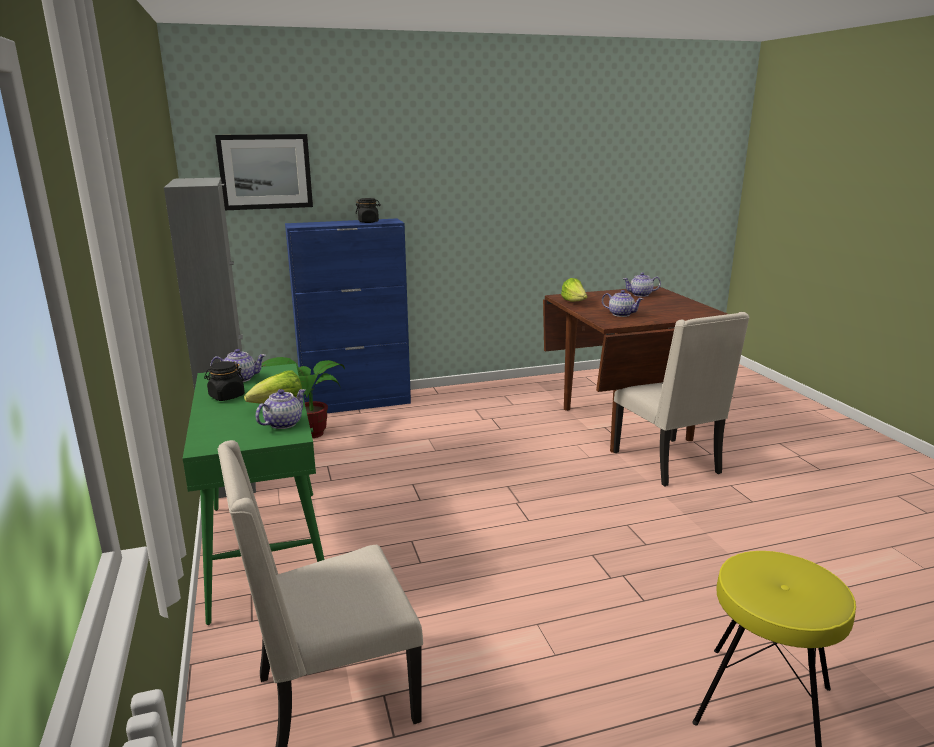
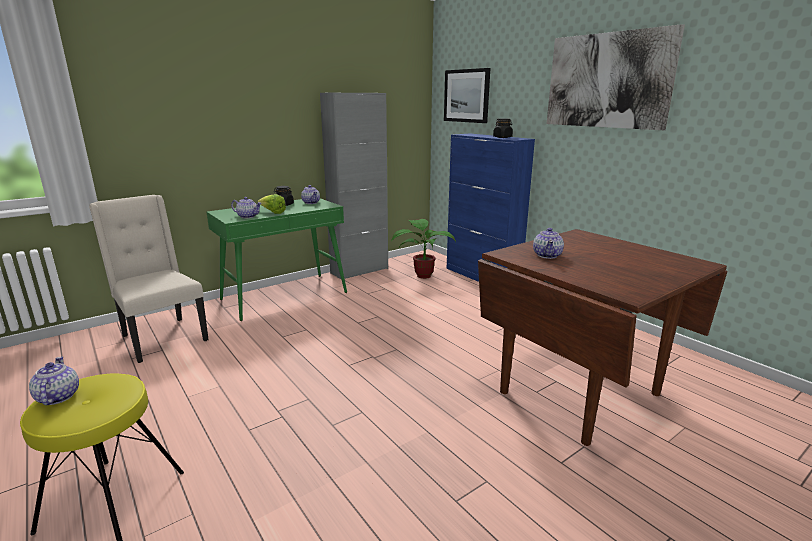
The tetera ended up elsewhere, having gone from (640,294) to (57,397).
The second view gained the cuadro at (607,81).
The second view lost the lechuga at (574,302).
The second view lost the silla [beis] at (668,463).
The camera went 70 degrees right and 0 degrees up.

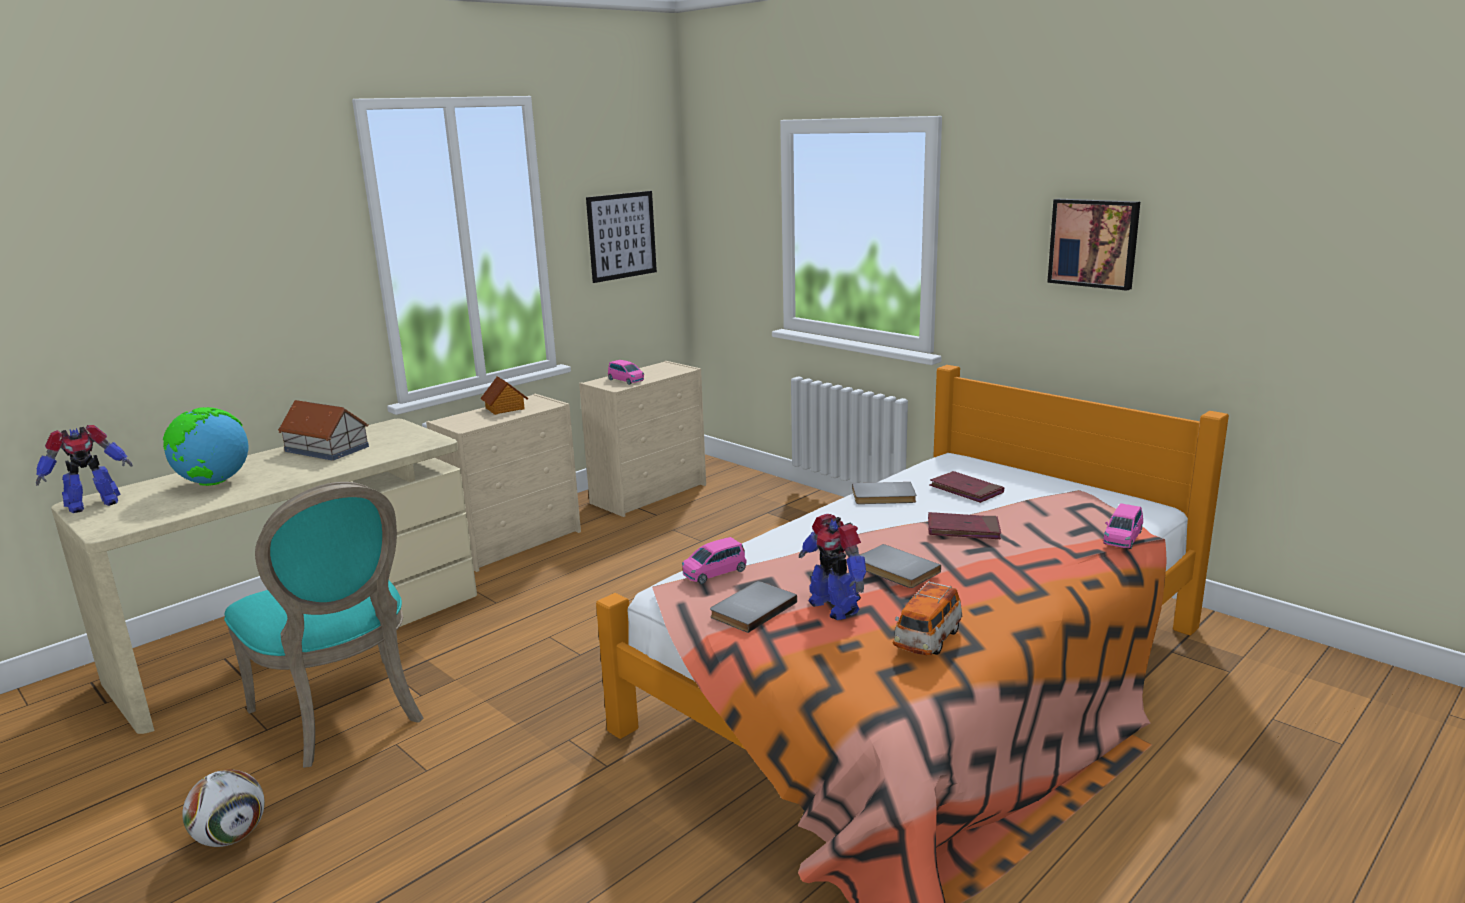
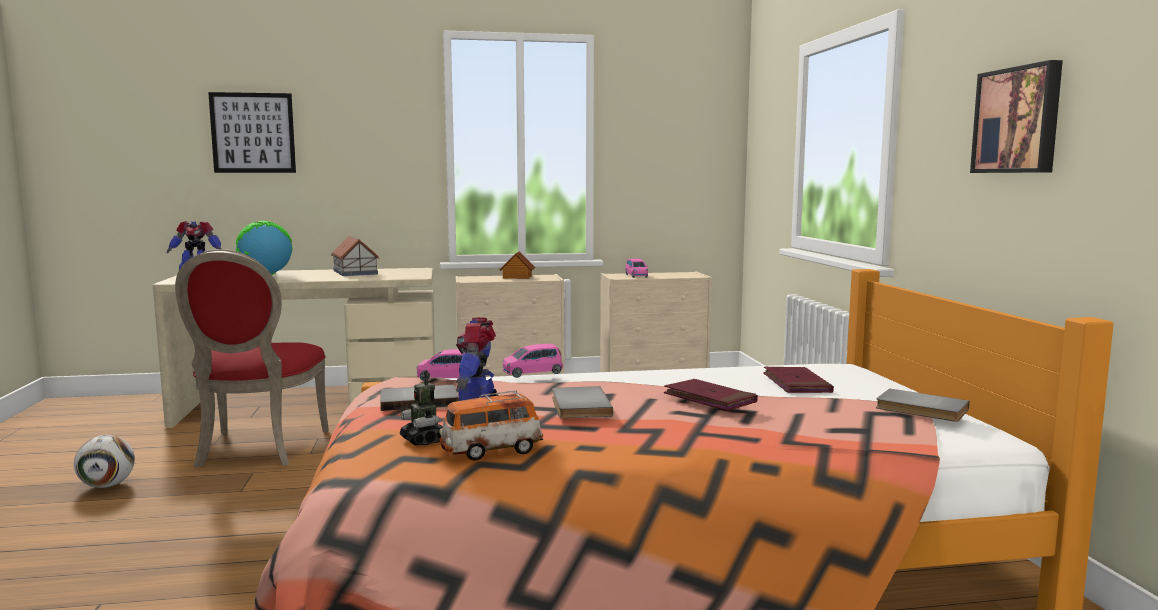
What was the silla [turquesa] at (344,715) turned into the silla [rojo] at (257,450).
The cuadro ended up elsewhere, having gone from (622,236) to (253,133).
The second view gained the robot de juguete at (424,440).
The coche de juguete [rosa] ended up elsewhere, having gone from (1122,538) to (532,373).
The libro [gris] ended up elsewhere, having gone from (884,496) to (921,409).
The camera went 35 degrees right and 10 degrees down.

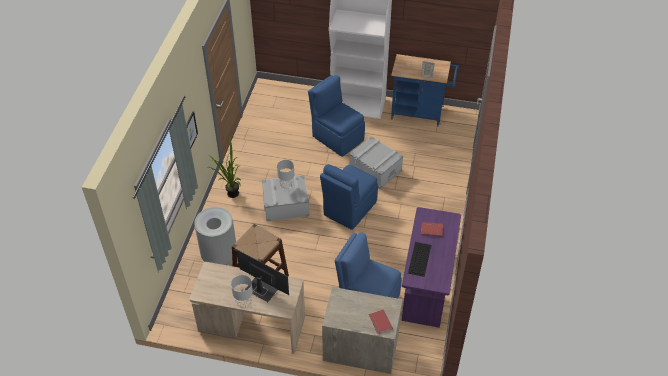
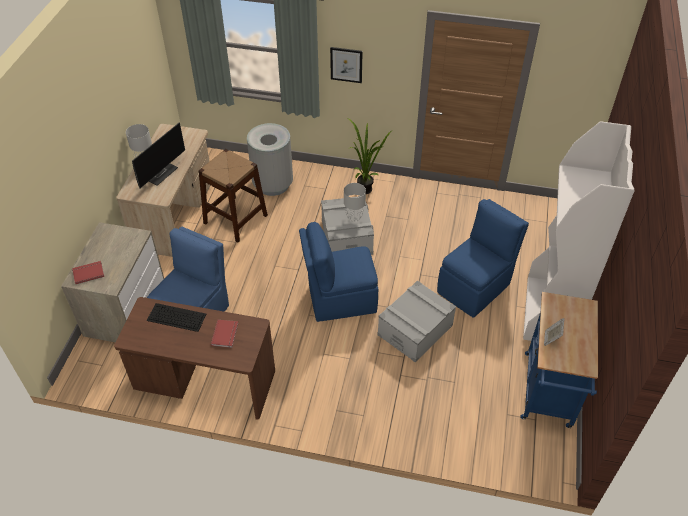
What was the escritorio [morado] at (427,285) turned into the escritorio [marrón] at (204,382).
The silla [azul] at (349,209) ended up facing another way, 45 degrees counterclockwise from before.
The camera went 90 degrees right and 0 degrees up.

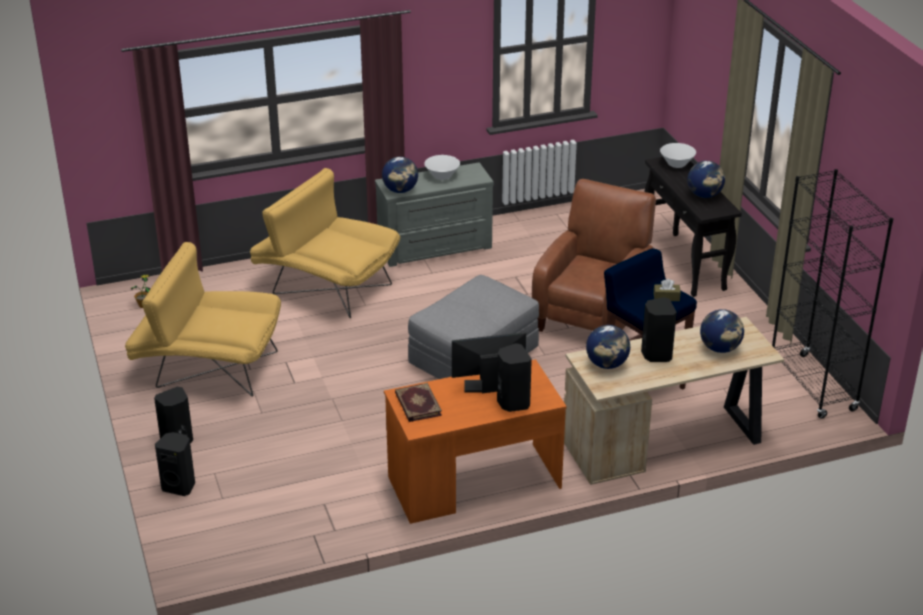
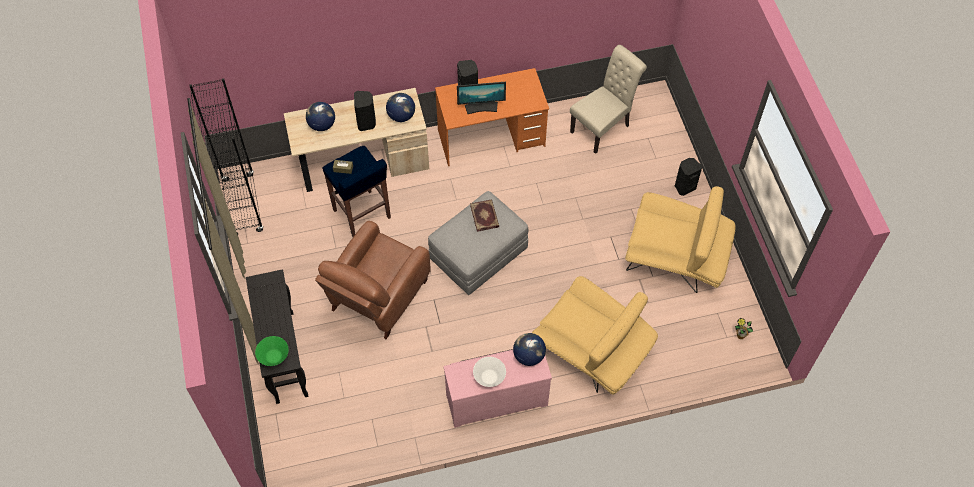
What was the cuenco [blanco] at (676,164) turned into the cuenco [verde] at (274,357).
What was the cómoda [gris] at (436,248) turned into the cómoda [rosa] at (496,398).
The libro ended up elsewhere, having gone from (417,404) to (485,216).
The second view gained the silla [beis] at (603,127).
The second view lost the altavoz [negro] at (179,486).
The second view lost the globo terráqueo at (704,195).
The camera went 175 degrees left and 25 degrees up.

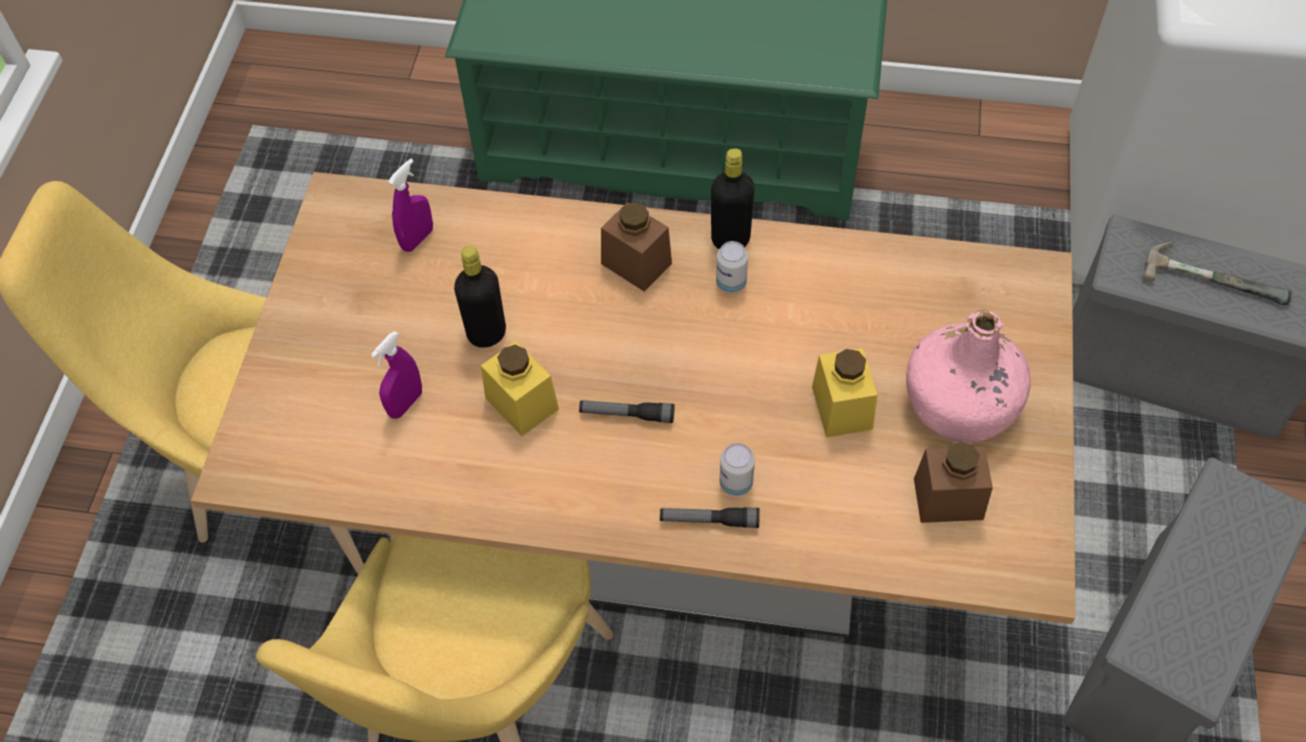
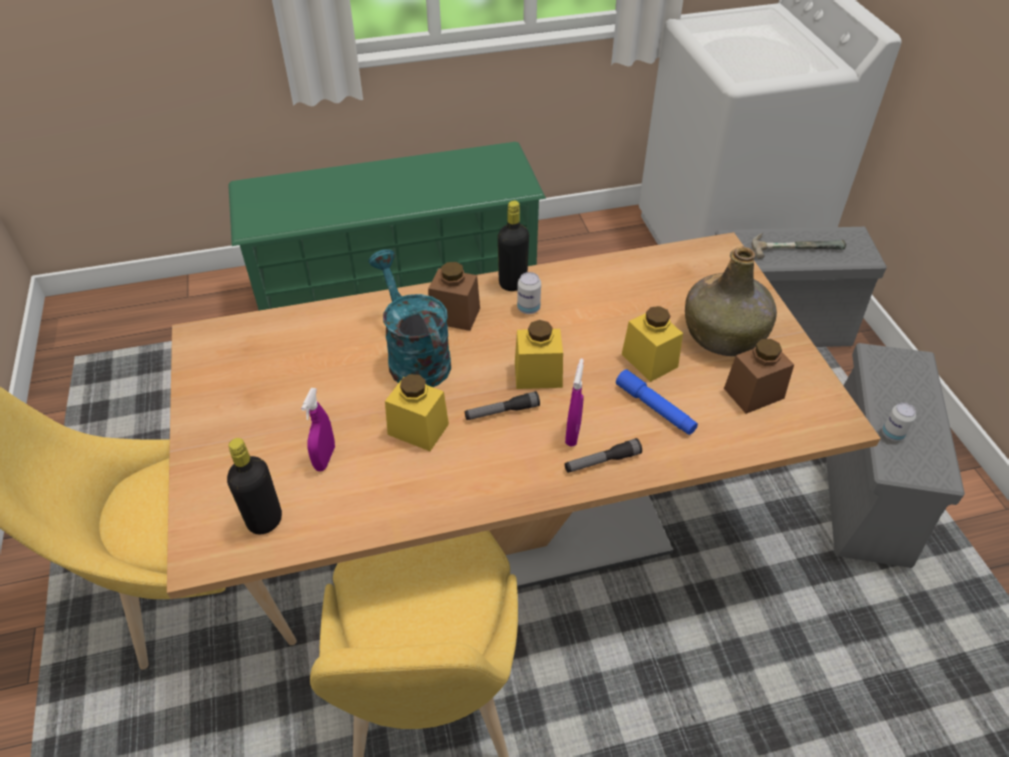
The botella [negro] ended up elsewhere, having gone from (486,333) to (265,520).
The second view gained the regadera [turquesa] at (414,356).
The second view gained the tarro [amarillo] at (538,374).
The pulverizador [morado] ended up elsewhere, having gone from (417,239) to (573,433).
The second view gained the linterna [azul] at (655,408).
What was the botella [rosa] at (961,403) turned into the botella [verde] at (724,334).
The lata ended up elsewhere, having gone from (736,483) to (892,434).
The camera went 25 degrees left and 10 degrees down.

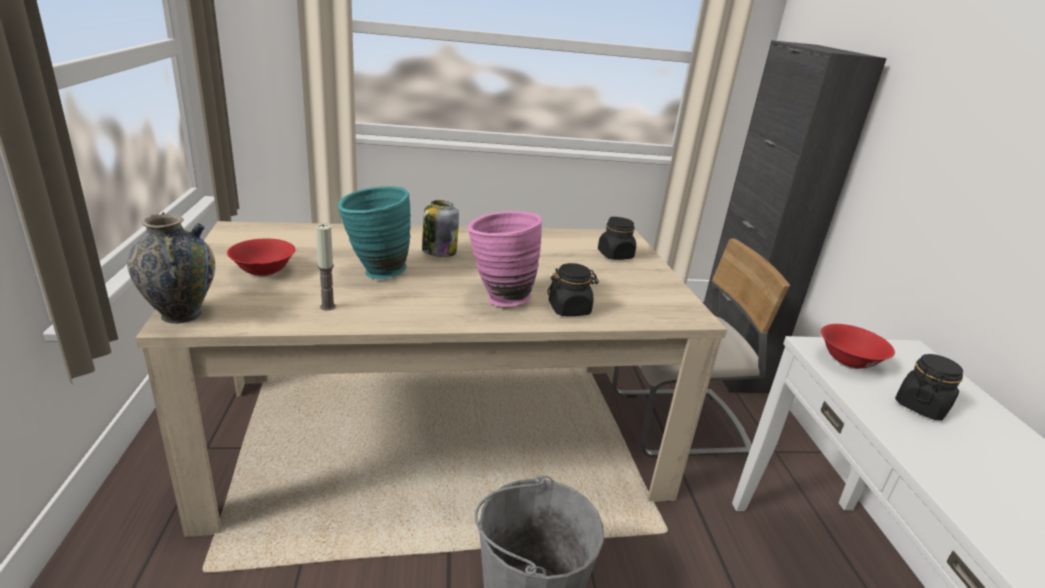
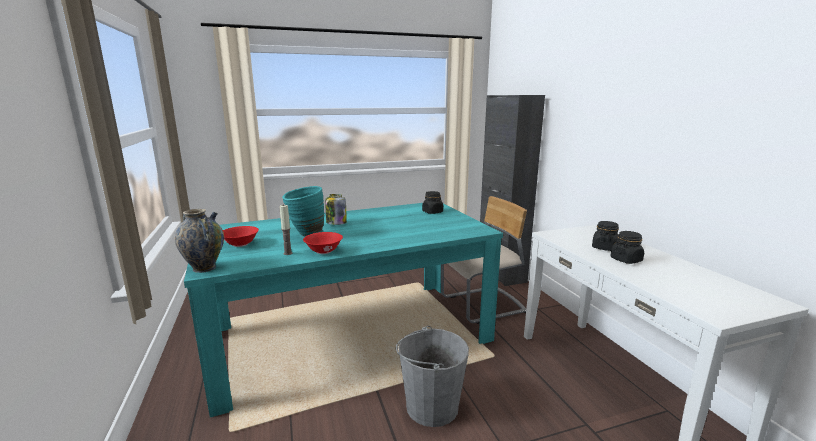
What was the mesa de comedor [beis] at (441,436) turned into the mesa de comedor [turquesa] at (351,336).
The cuenco [rojo] ended up elsewhere, having gone from (848,361) to (324,251).
The tarro [negro] ended up elsewhere, having gone from (569,309) to (626,260).
The second view lost the florero [rosa] at (498,298).
The camera went 10 degrees left and 10 degrees down.

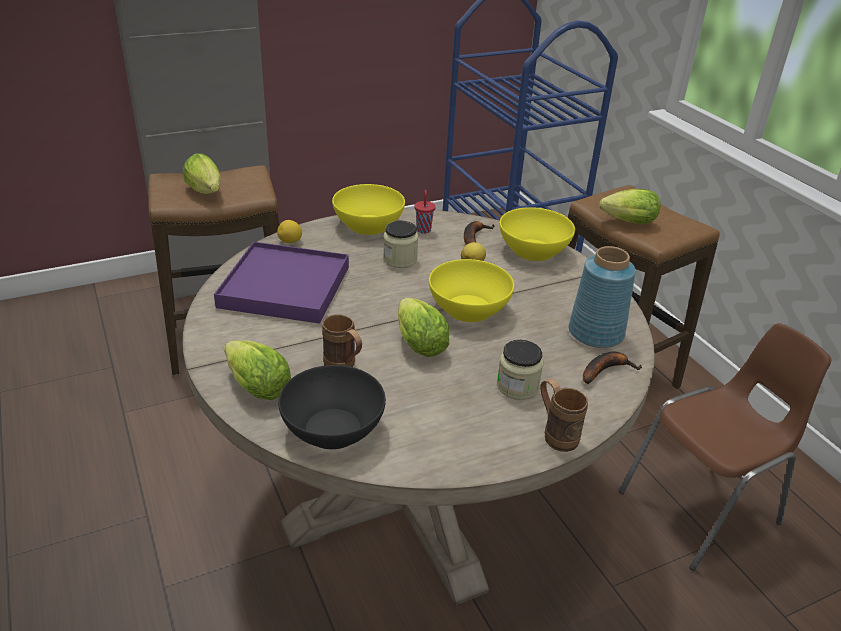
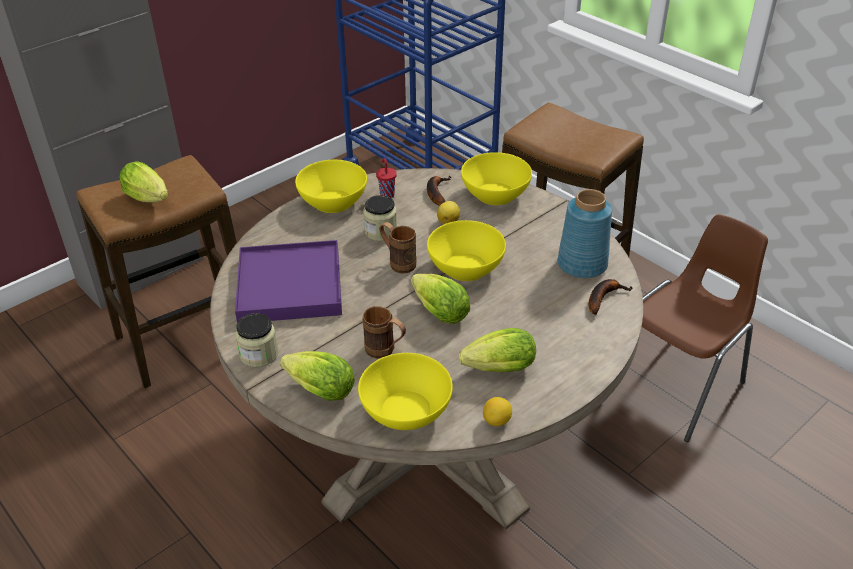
The tarro ended up elsewhere, having gone from (517,386) to (259,354).
What was the cuenco [negro] at (332,429) turned into the cuenco [amarillo] at (405,411).
The taza grande [marrón] ended up elsewhere, having gone from (555,434) to (398,262).
The lechuga ended up elsewhere, having gone from (625,222) to (495,369).
The limón ended up elsewhere, having gone from (290,242) to (497,421).
The camera went 15 degrees left and 5 degrees up.

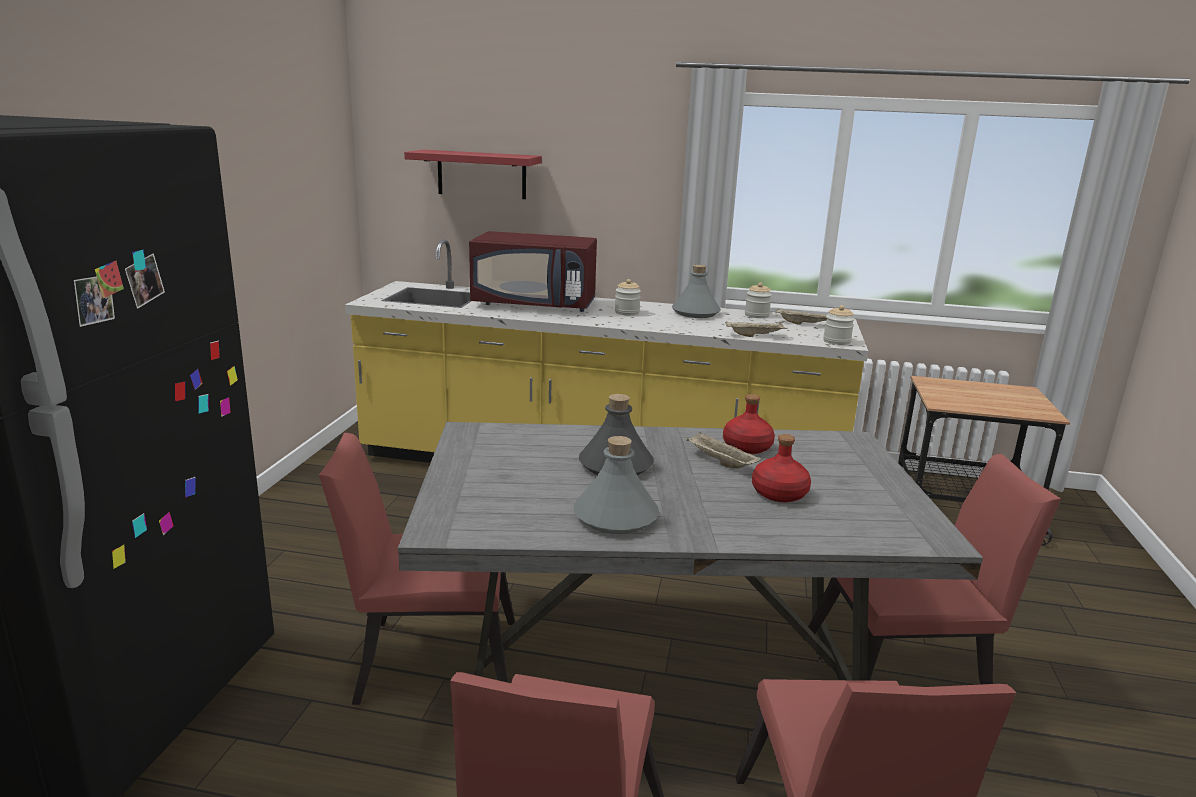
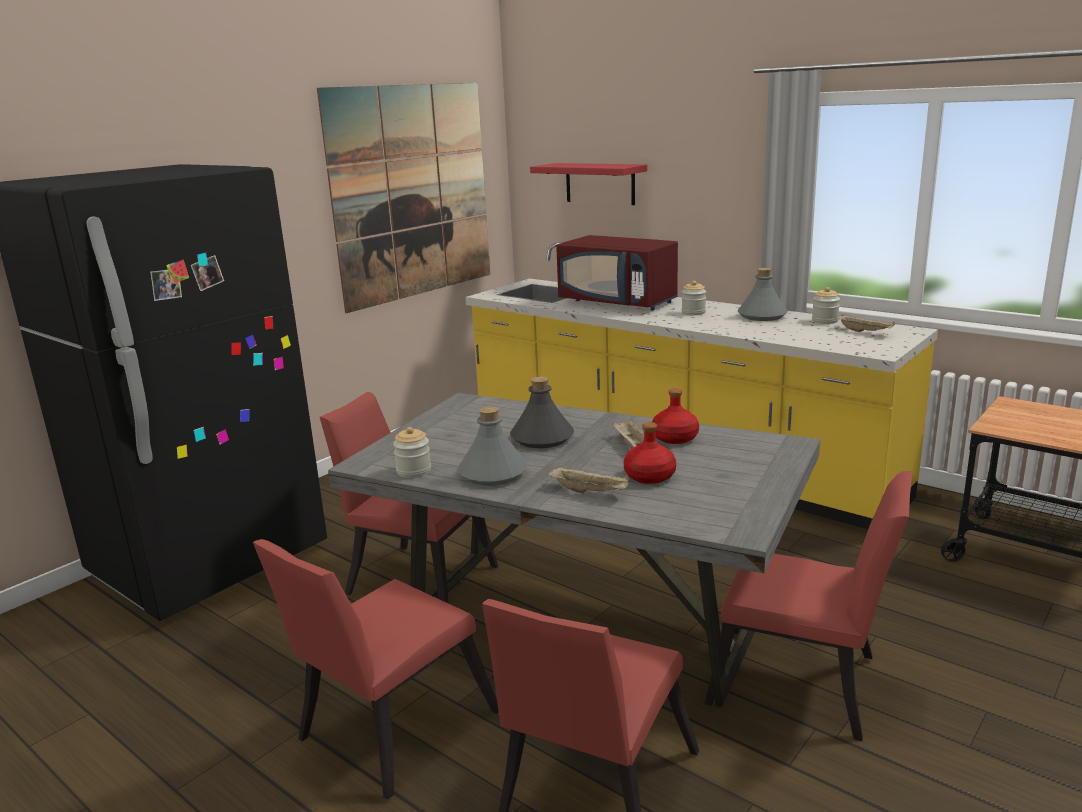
The second view gained the cuadro at (412,192).
The tarro ended up elsewhere, having gone from (836,341) to (414,471).
The bandeja [beis] ended up elsewhere, having gone from (755,336) to (590,491).
The camera went 30 degrees right and 0 degrees up.

